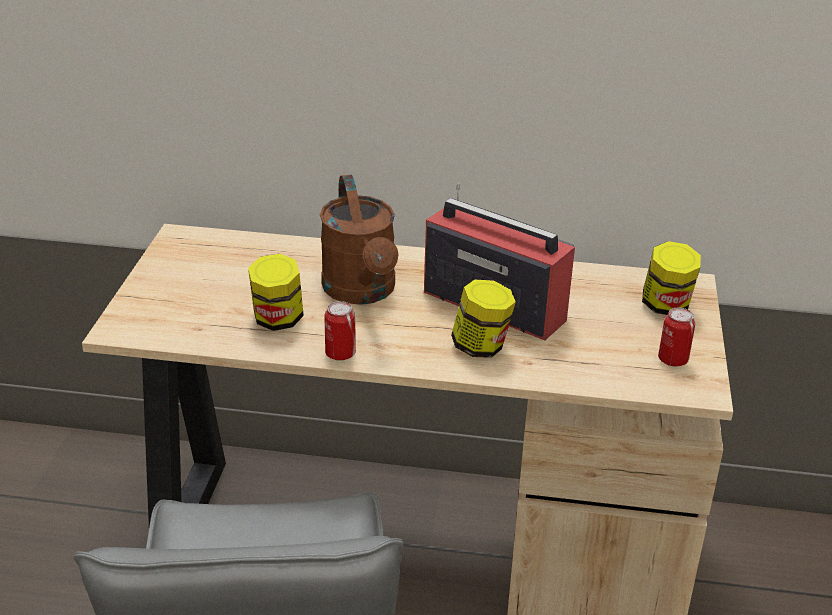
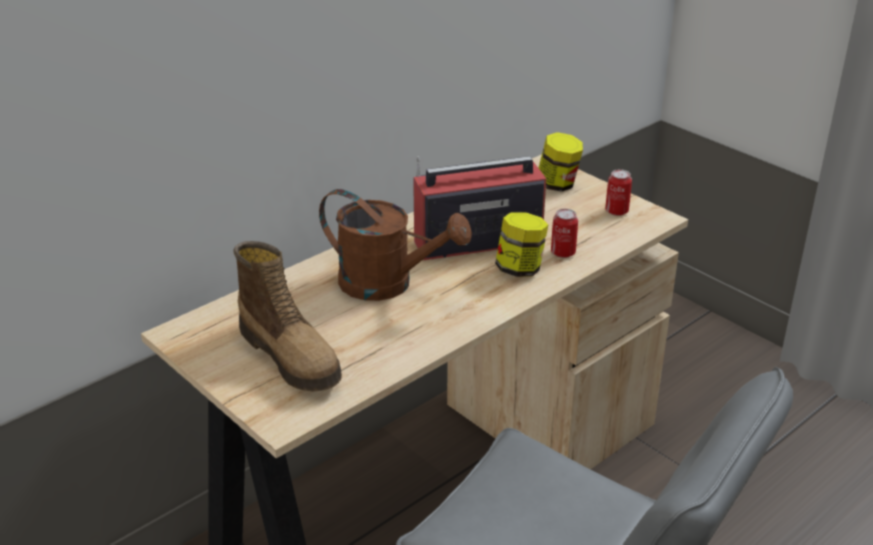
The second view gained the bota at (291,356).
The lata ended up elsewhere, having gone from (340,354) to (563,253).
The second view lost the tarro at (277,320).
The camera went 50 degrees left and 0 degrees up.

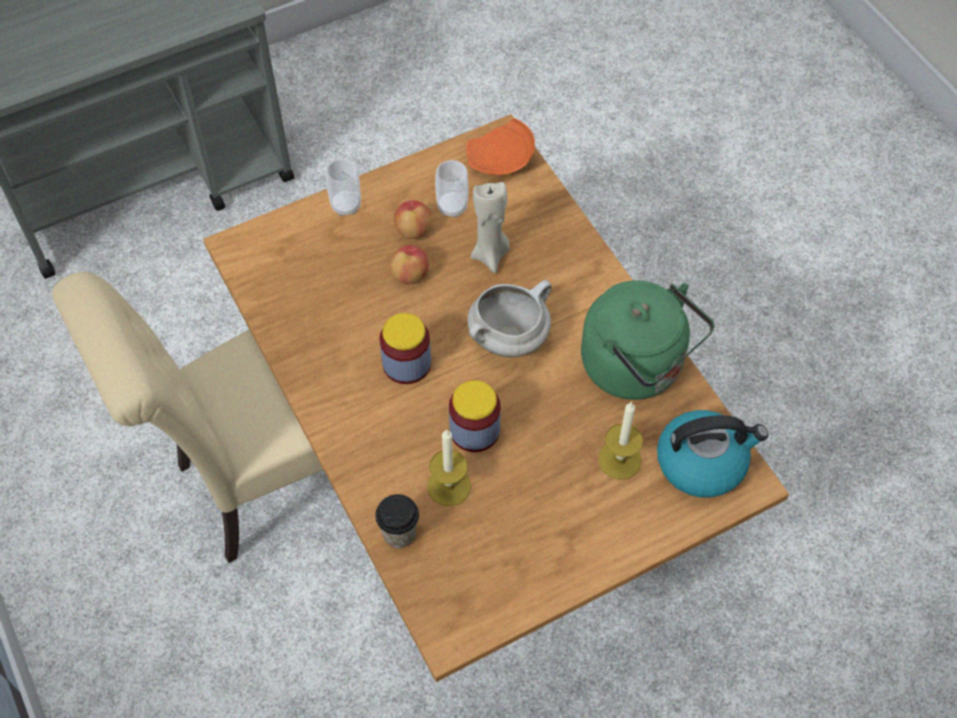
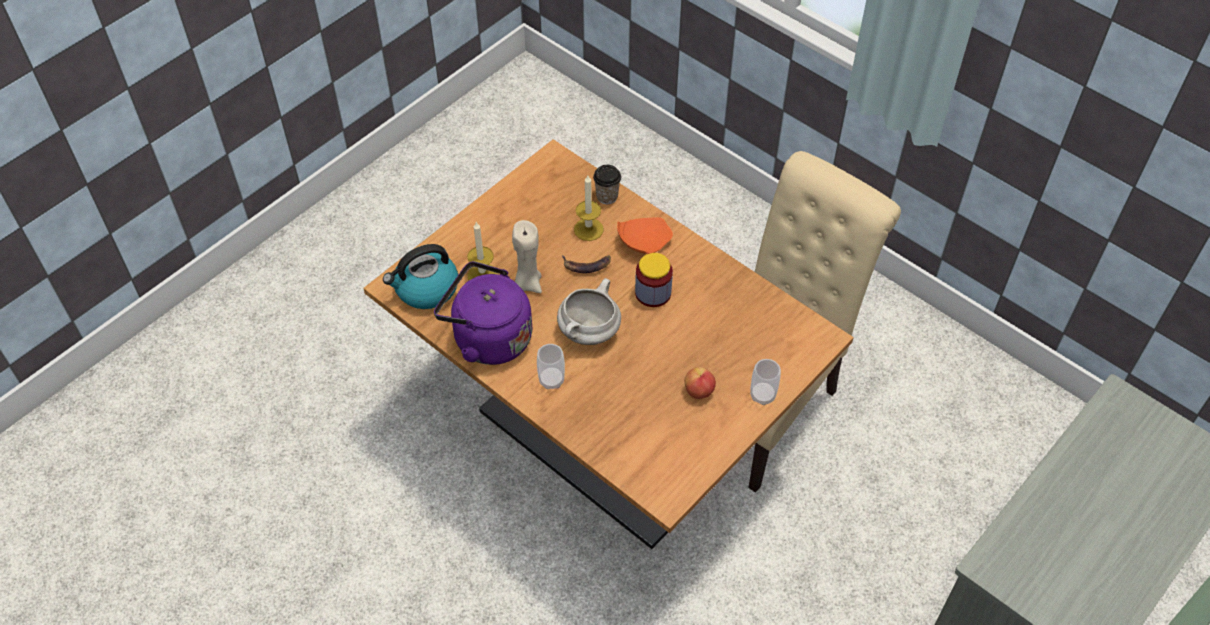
What was the hervidor [verde] at (637,367) turned into the hervidor [morado] at (488,338).
The vela [beis] ended up elsewhere, having gone from (490,254) to (527,283).
The taza ended up elsewhere, having gone from (452,207) to (551,380).
Where the tarro stood at (474,430), the plátano came to stand at (586,265).
The plato [naranja] ended up elsewhere, having gone from (501,160) to (643,241).
The second view lost the manzana at (410,275).
The camera went 160 degrees right and 5 degrees down.

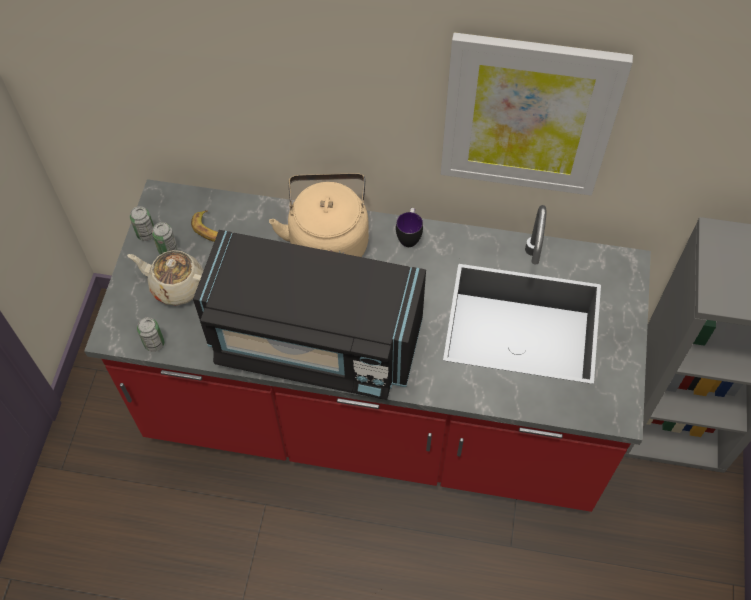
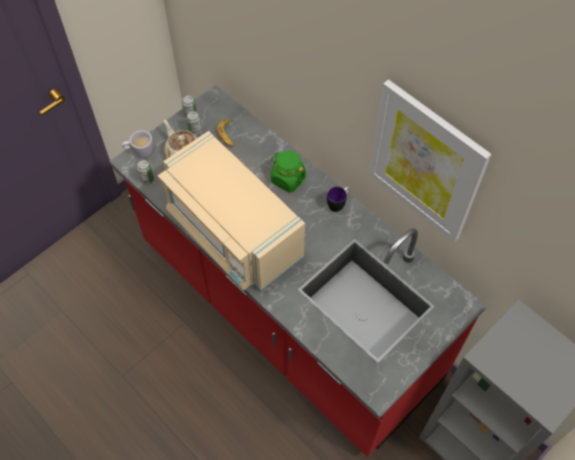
The second view gained the taza grande [blanco] at (139,152).
What was the microondas [negro] at (314,341) turned into the microondas [beis] at (232,232).
Where the hervidor [beis] stood at (328,241), the tarro [verde] came to stand at (287,179).
The camera went 35 degrees right and 0 degrees up.

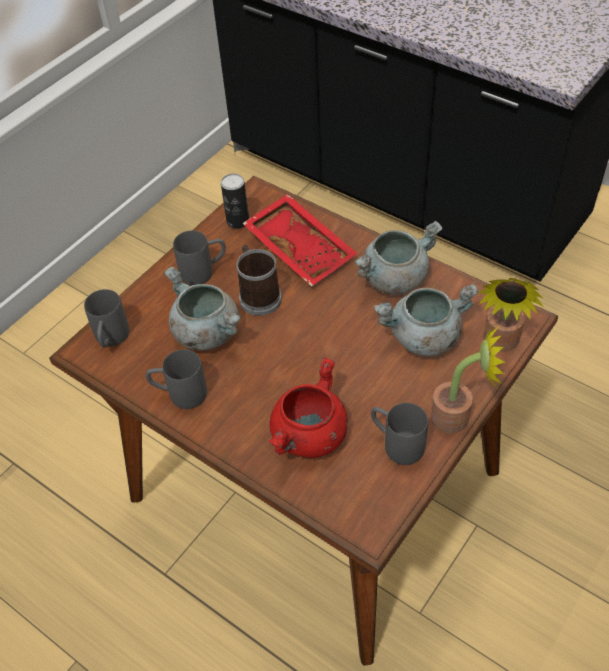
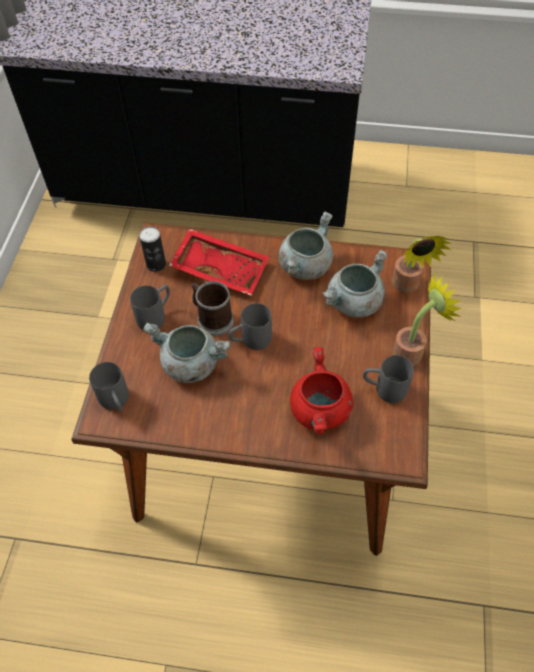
The taza grande [gris] ended up elsewhere, having gone from (179,394) to (250,341).
The camera went 30 degrees left and 5 degrees up.

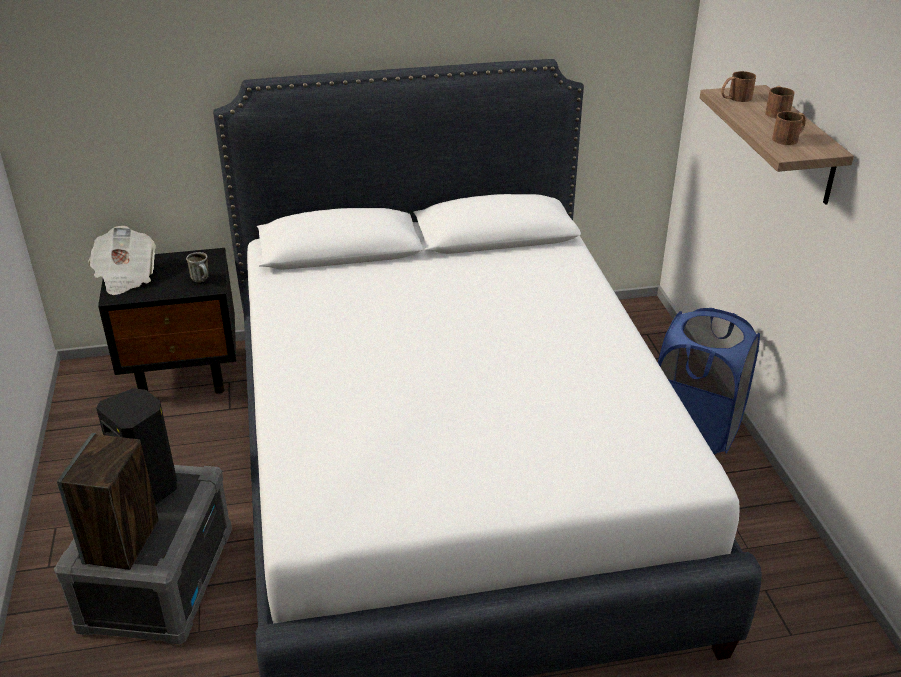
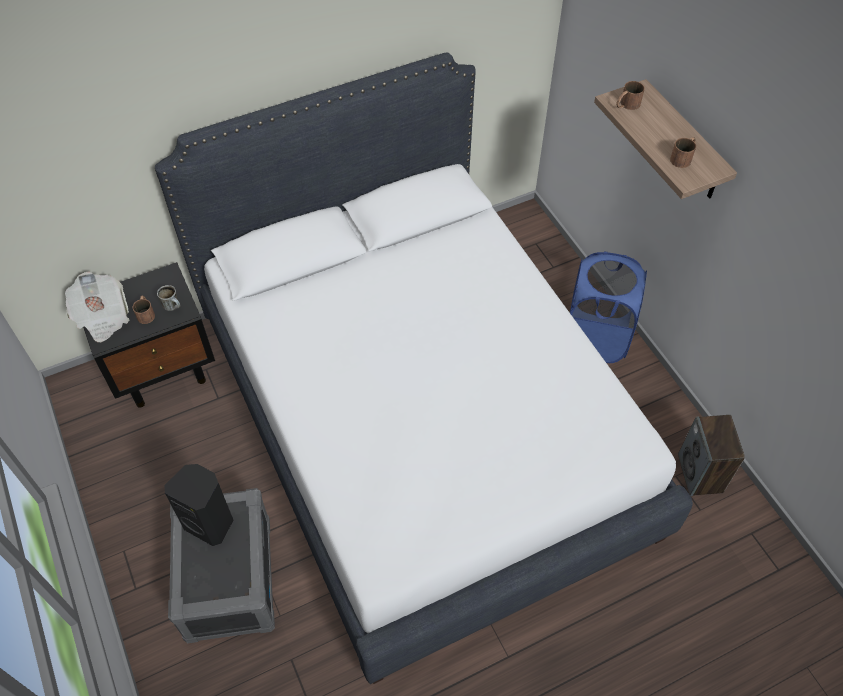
The taza grande [marrón] ended up elsewhere, having gone from (776,111) to (146,313).
The altavoz ended up elsewhere, having gone from (121,542) to (700,474).
The camera went 15 degrees left and 20 degrees up.

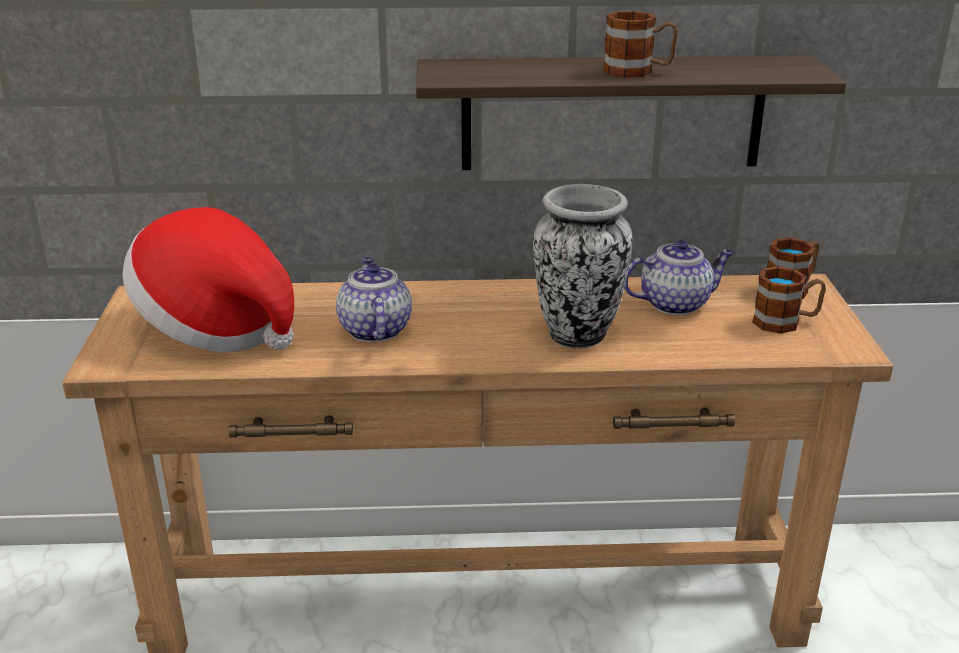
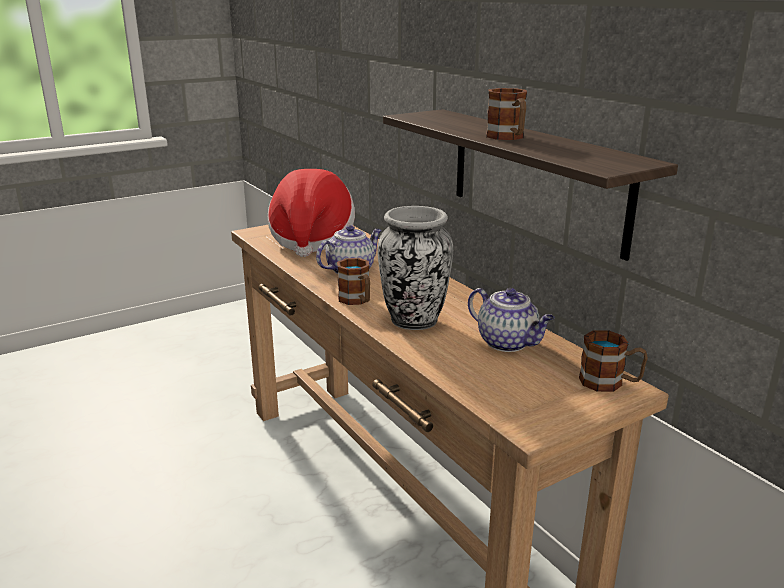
The taza grande ended up elsewhere, having gone from (785,322) to (357,301).
The camera went 60 degrees right and 5 degrees down.

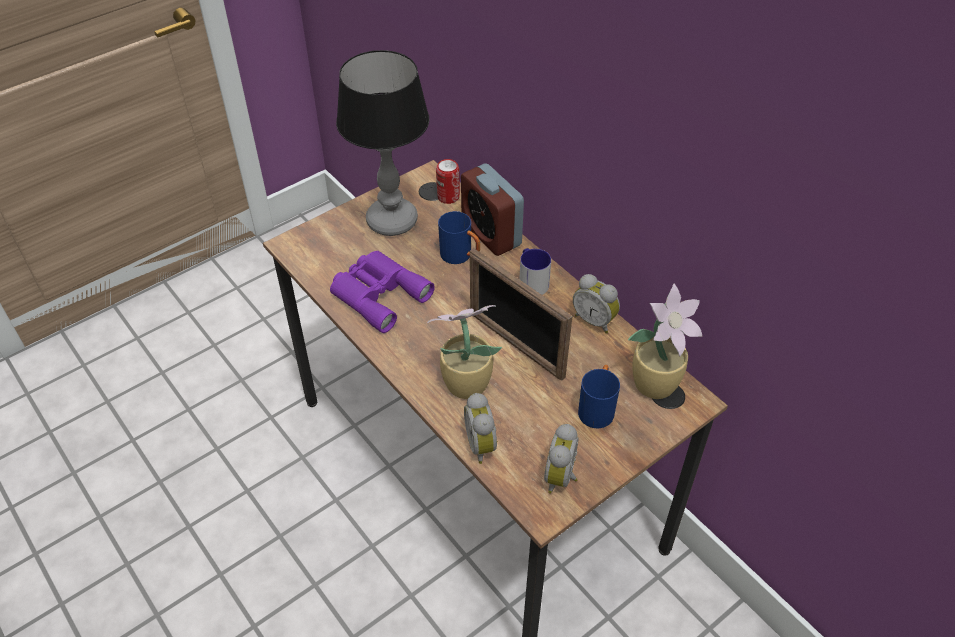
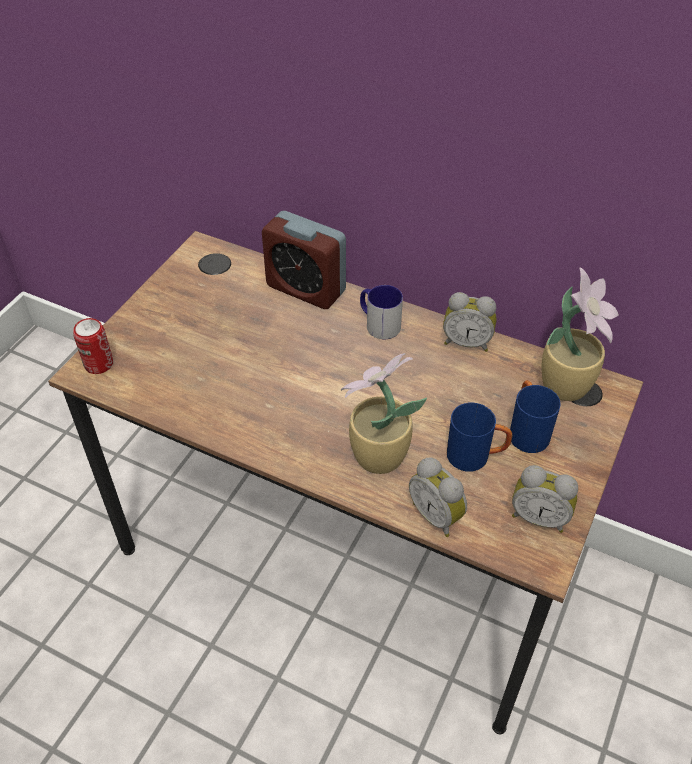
The lata ended up elsewhere, having gone from (448,197) to (98,364).
The taza grande [azul] ended up elsewhere, having gone from (461,256) to (476,456).
The despertador at (562,477) ended up facing another way, 60 degrees counterclockwise from before.
The second view lost the prismáticos [morado] at (378,294).
The second view lost the lámpara de mesa at (391,221).
The second view lost the portarretratos at (515,344).
The camera went 25 degrees left and 0 degrees up.

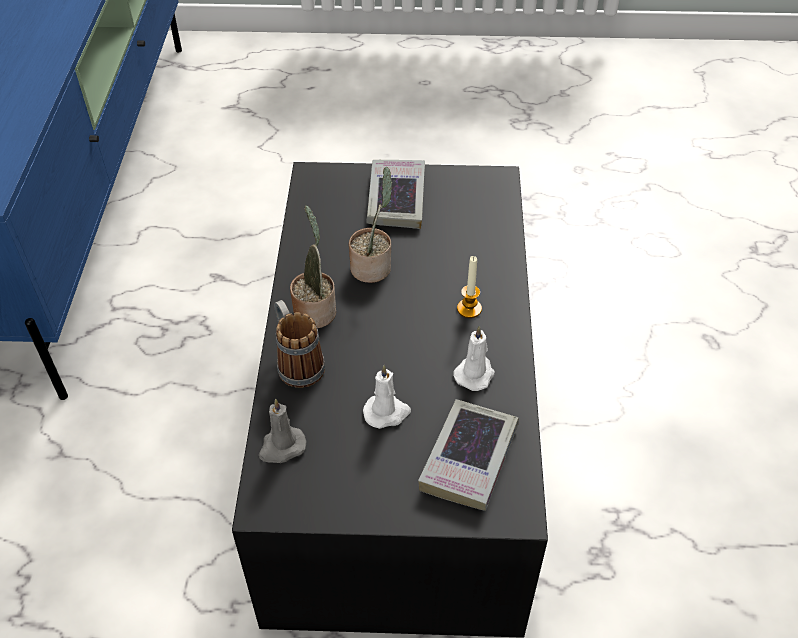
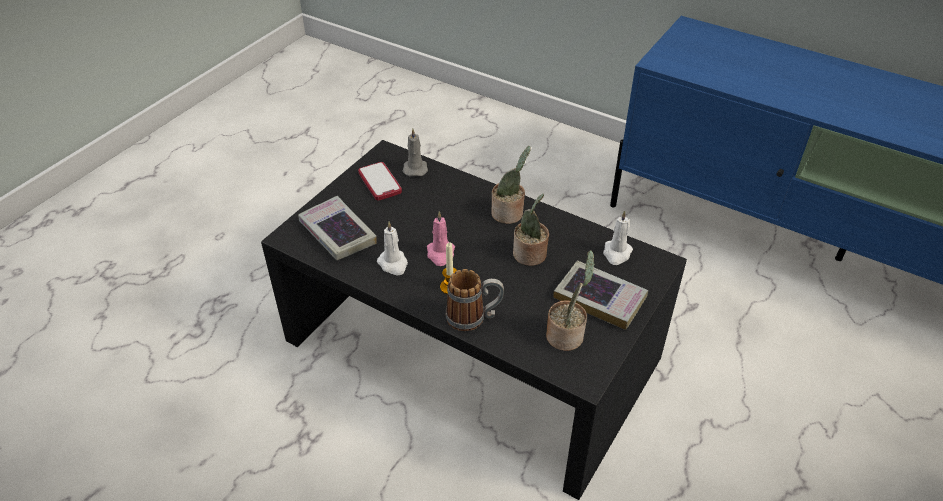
The second view gained the móvil at (380,182).
The second view gained the vela [rosa] at (440,254).
The taza grande ended up elsewhere, having gone from (296,362) to (474,318).
The second view gained the planta en maceta at (567,335).
The vela [blanco] ended up elsewhere, having gone from (387,412) to (616,253).
The camera went 120 degrees right and 5 degrees down.

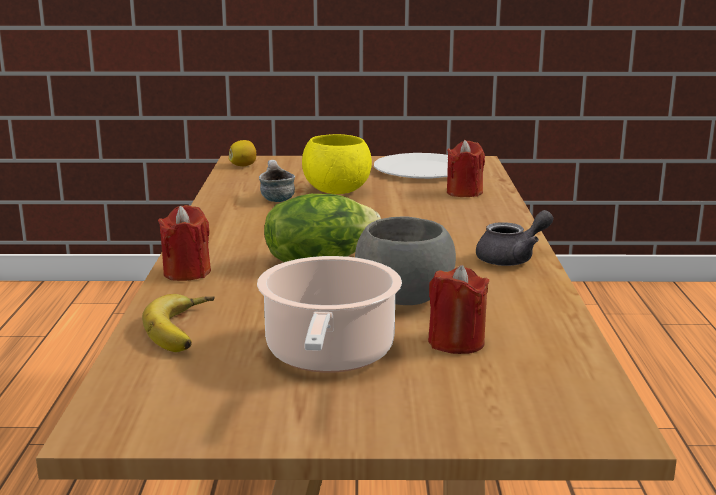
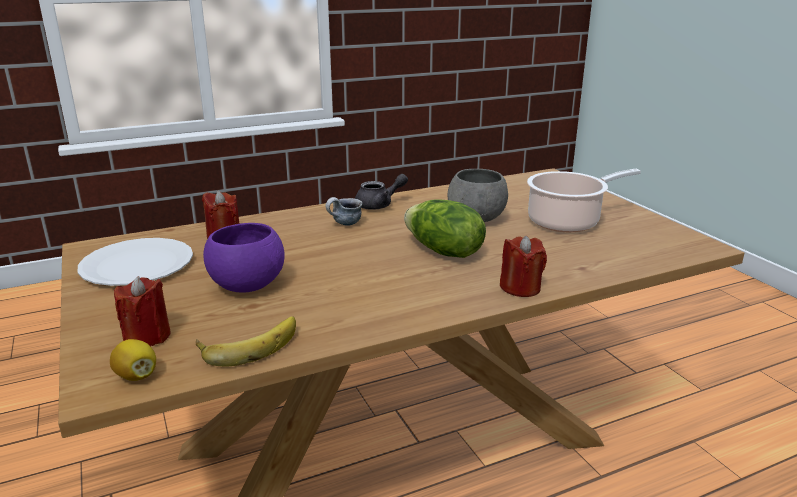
The vela [rojo] ended up elsewhere, having gone from (456,342) to (147,336).
The plátano ended up elsewhere, having gone from (187,330) to (249,344).
What was the cuenco [amarillo] at (337,191) turned into the cuenco [morado] at (246,286).
The taza grande ended up elsewhere, having gone from (275,199) to (344,224).
The tetera [gris] at (512,259) ended up facing another way, 120 degrees clockwise from before.
The camera went 115 degrees left and 5 degrees up.

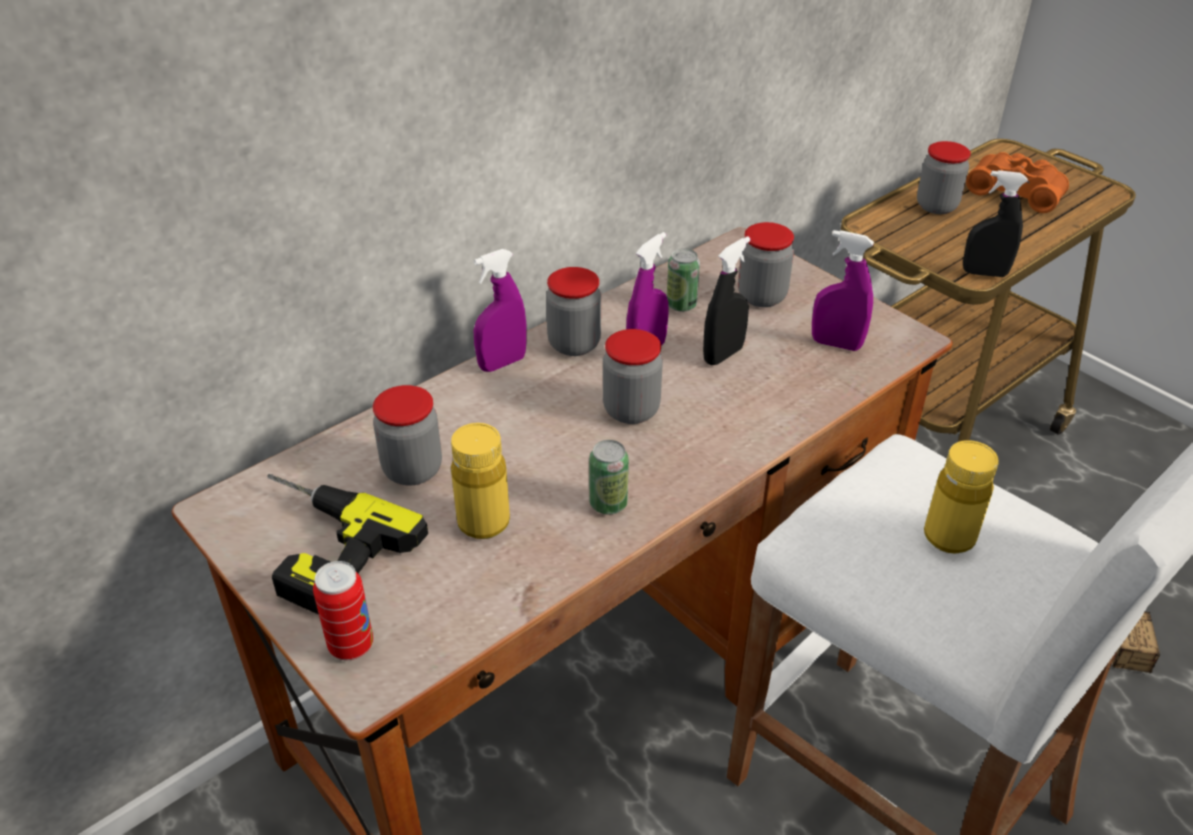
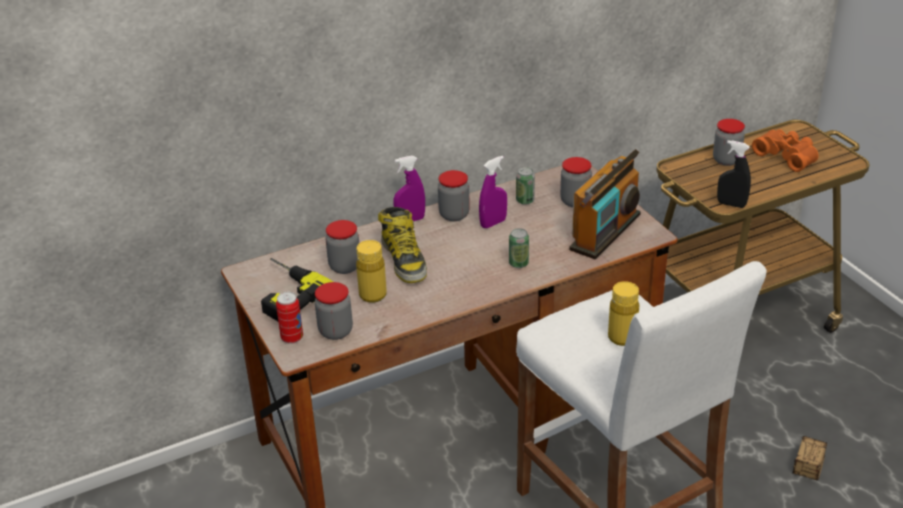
The tarro ended up elsewhere, having gone from (631,410) to (335,331).
The second view gained the bota at (404,260).
The lata ended up elsewhere, having gone from (608,503) to (518,263).
Where the pulverizador [morado] stood at (836,344), the radio came to stand at (605,232).
The second view lost the pulverizador [negro] at (723,355).
The camera went 15 degrees right and 5 degrees down.

